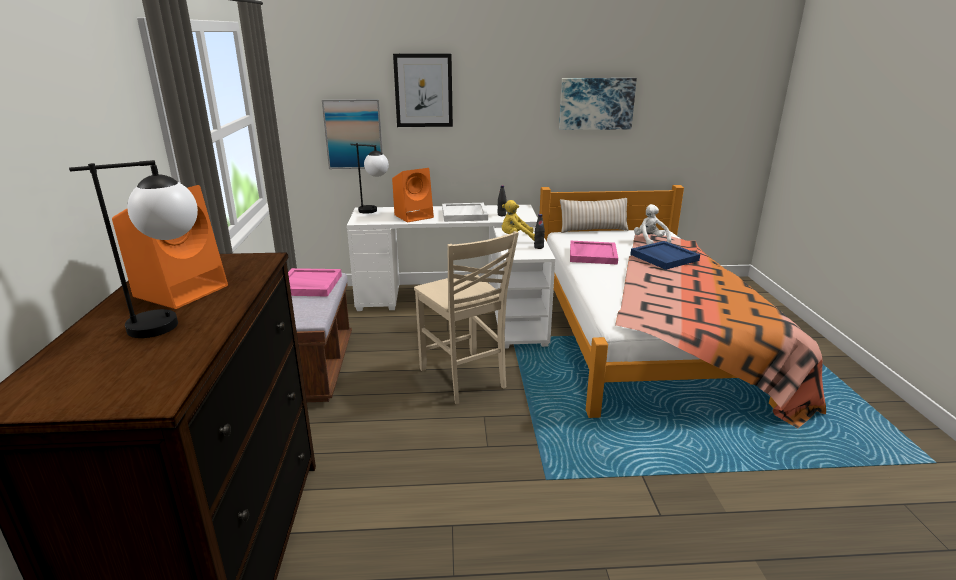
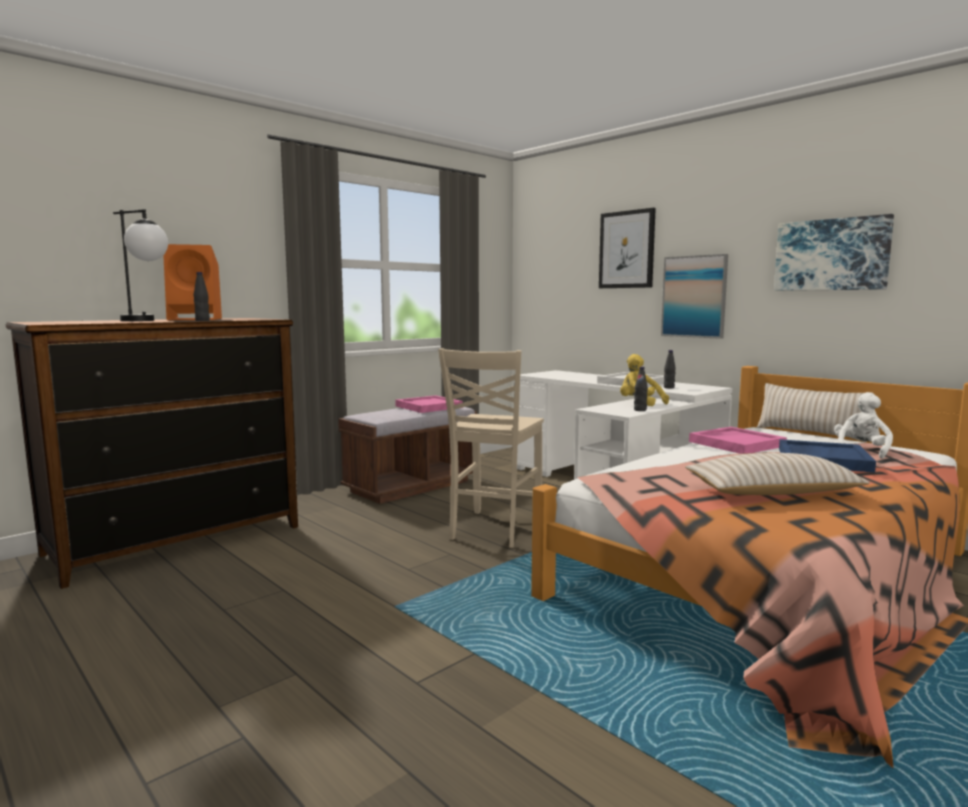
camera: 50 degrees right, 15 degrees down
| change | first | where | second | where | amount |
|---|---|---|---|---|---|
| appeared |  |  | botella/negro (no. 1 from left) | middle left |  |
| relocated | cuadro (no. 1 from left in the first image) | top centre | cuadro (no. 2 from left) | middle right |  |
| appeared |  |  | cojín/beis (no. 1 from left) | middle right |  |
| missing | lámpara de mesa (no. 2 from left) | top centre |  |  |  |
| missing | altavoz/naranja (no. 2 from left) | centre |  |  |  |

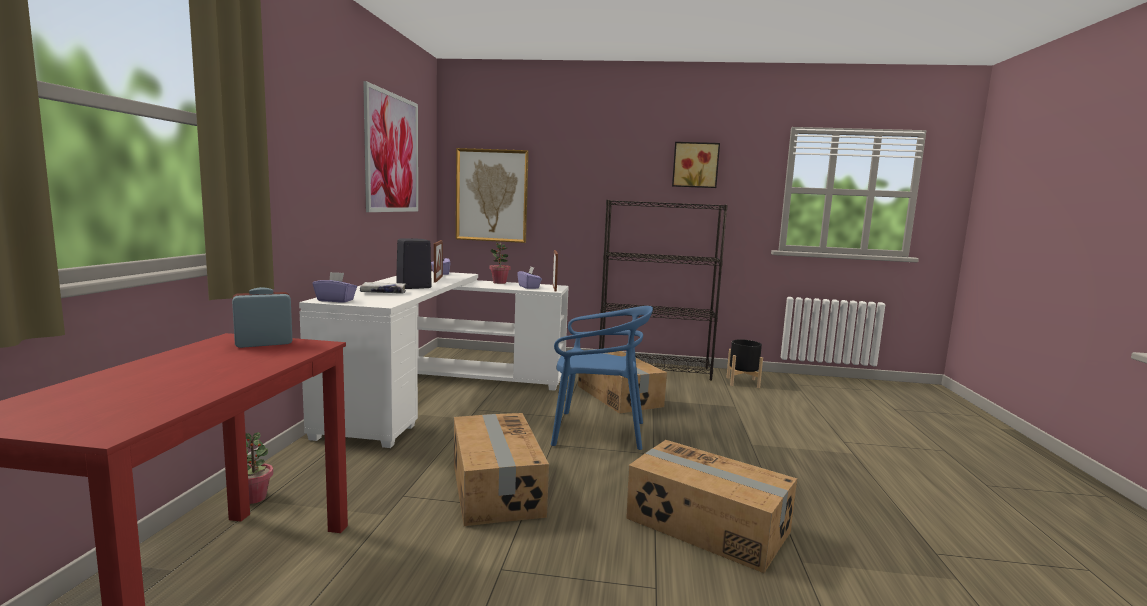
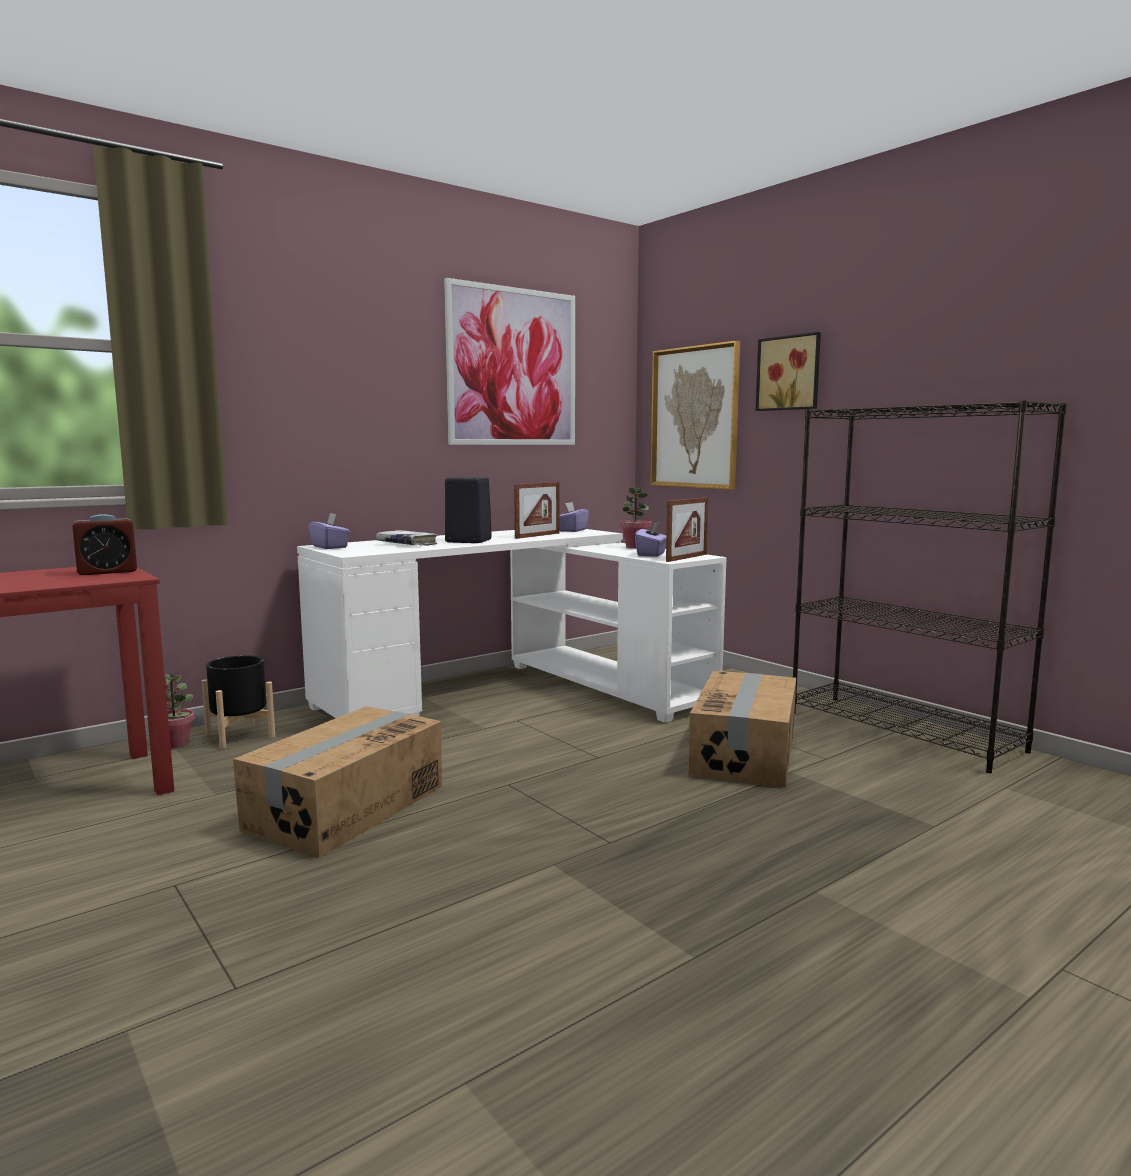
camera: 45 degrees right, 0 degrees up
| change | first | where | second | where | amount |
|---|---|---|---|---|---|
| spun | despertador | middle left |  | middle left | 135 degrees clockwise |
| relocated | maceta/negro | centre |  | middle left |  |
| relocated | cuadro (no. 3 from left) | top centre |  | top right |  |
| missing | silla/azul | centre |  |  |  |
| missing | caja de cartón (no. 3 from left) | bottom centre |  |  |  |

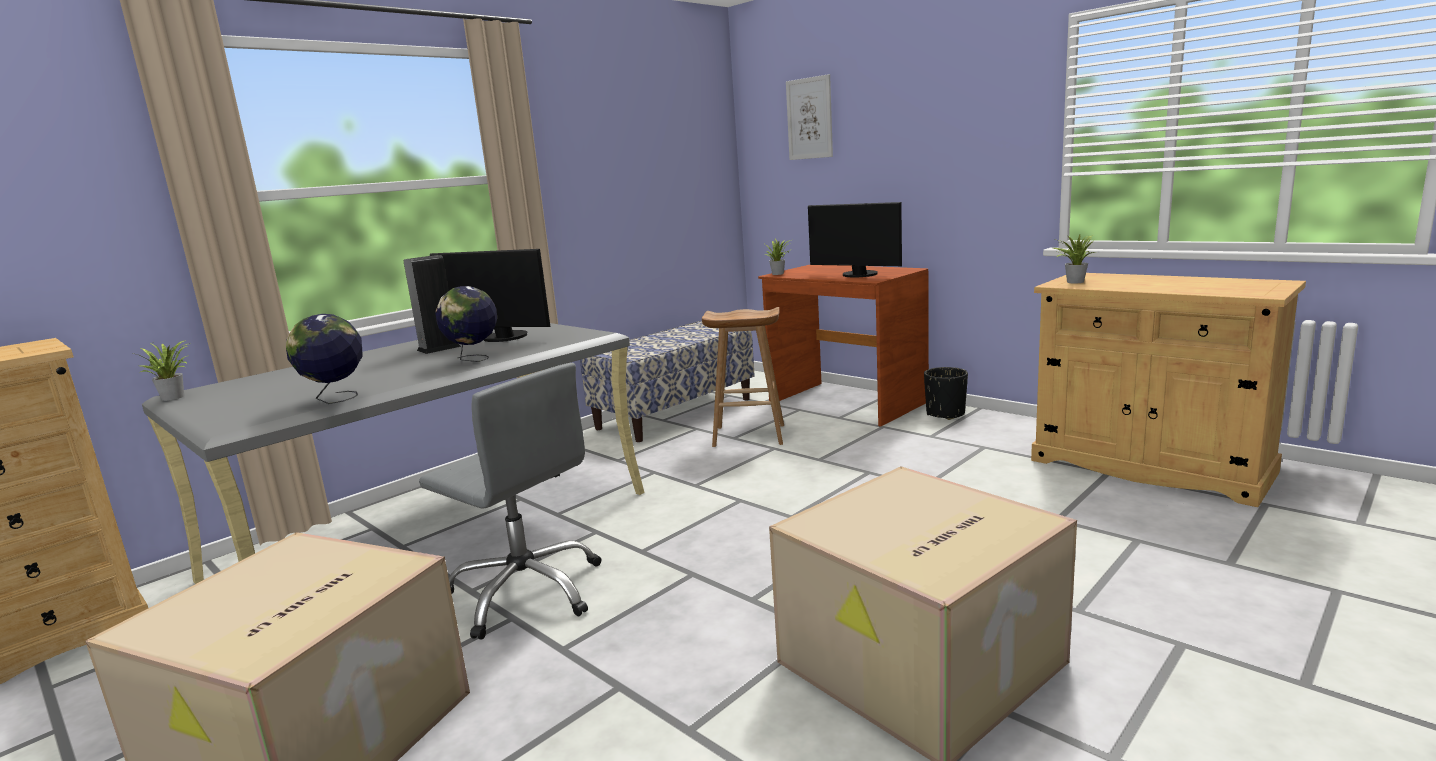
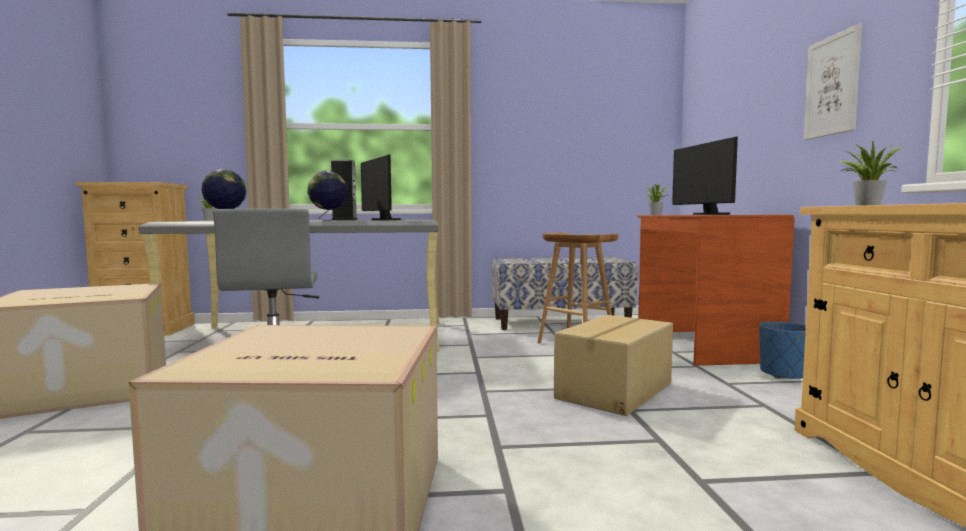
camera: 40 degrees right, 10 degrees down
| change | first | where | second | where | amount |
|---|---|---|---|---|---|
| appeared |  |  | caja de cartón (no. 3 from left) | bottom centre |  |
| colour | maceta/negro | centre | maceta/azul | middle right |  |
| relocated | cuadro | top centre |  | top right |  |

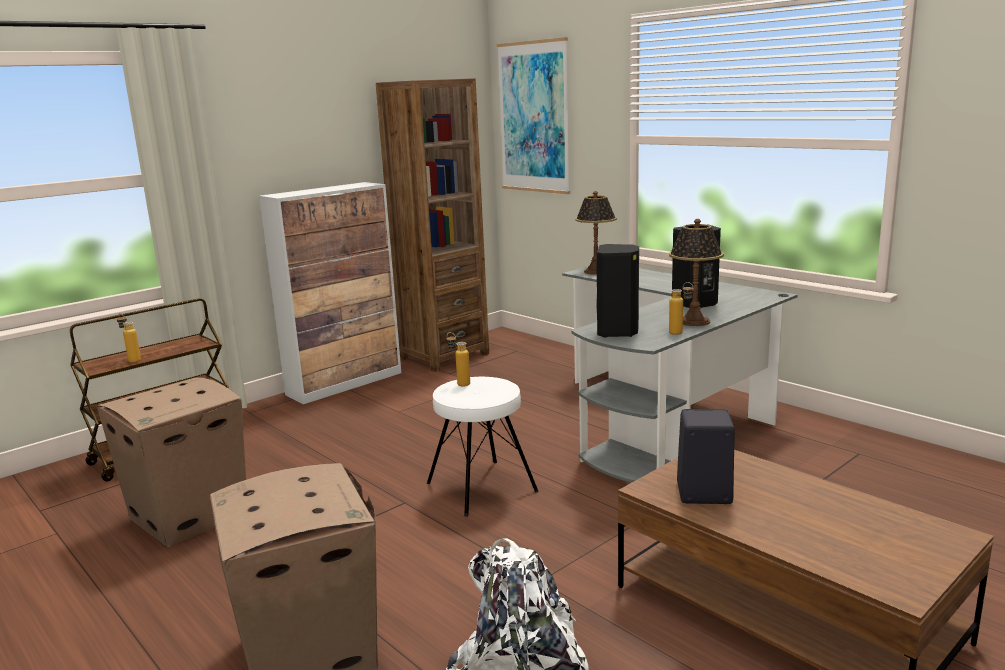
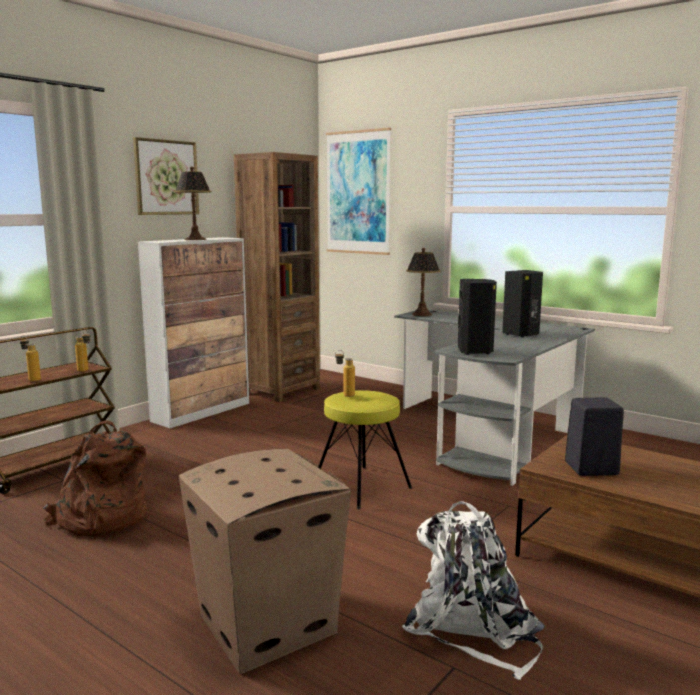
camera: 10 degrees left, 5 degrees down
| change | first | where | second | where | amount |
|---|---|---|---|---|---|
| exchanged | caja de cartón (no. 1 from left) | bottom left | mochila/marrón | bottom left |  |
| relocated | botella (no. 3 from left in the first image) | middle right | botella (no. 2 from left) | middle left |  |
| appeared |  |  | cuadro (no. 1 from left) | top left |  |
| relocated | lámpara de mesa (no. 2 from left in the first image) | middle right | lámpara de mesa (no. 1 from left) | top left |  |
| colour | taburete/blanco | bottom centre | taburete/amarillo | centre |  |

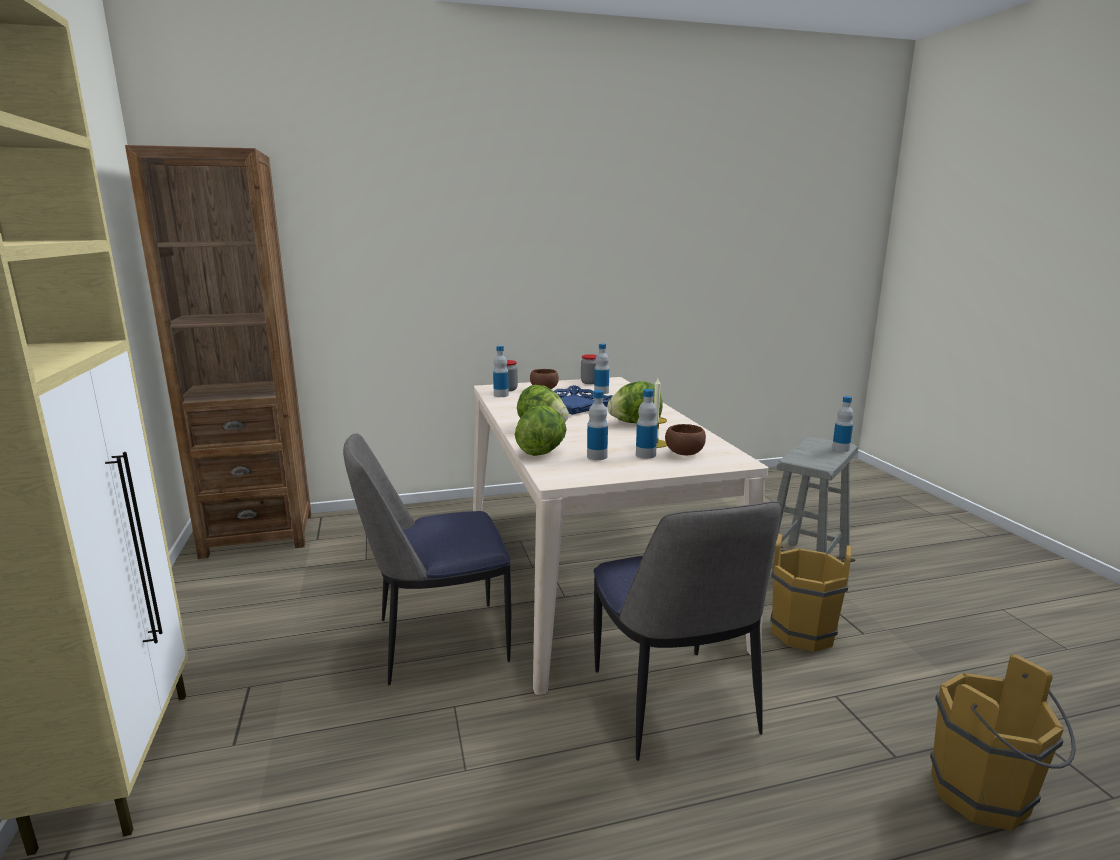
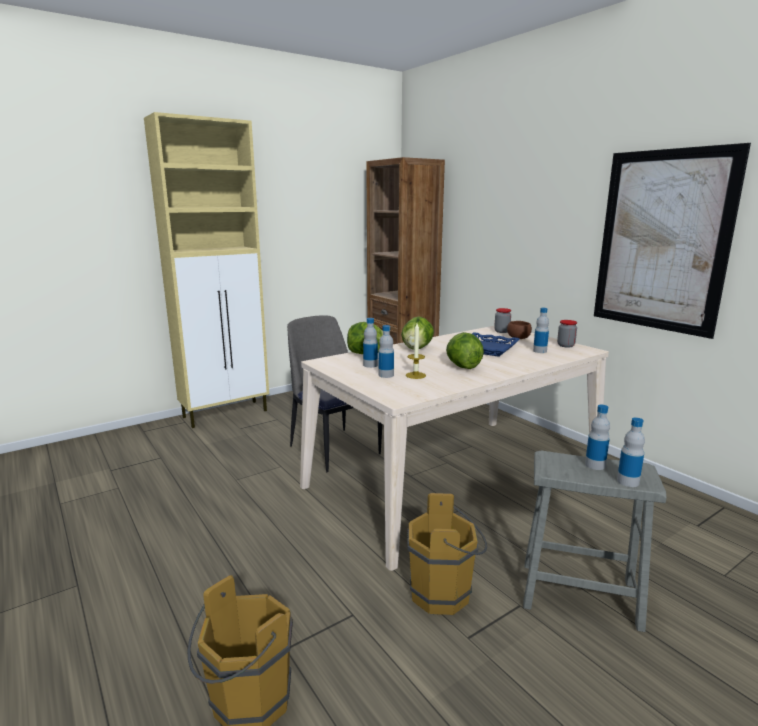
camera: 70 degrees right, 0 degrees up
| change | first | where | second | where | amount |
|---|---|---|---|---|---|
| relocated | botella (no. 1 from left in the first image) | centre | botella (no. 4 from left) | middle right |  |
| appeared |  |  | cuadro | top right |  |
| missing | silla (no. 2 from left) | bottom centre |  |  |  |
| missing | cuenco/marrón (no. 2 from left) | centre |  |  |  |

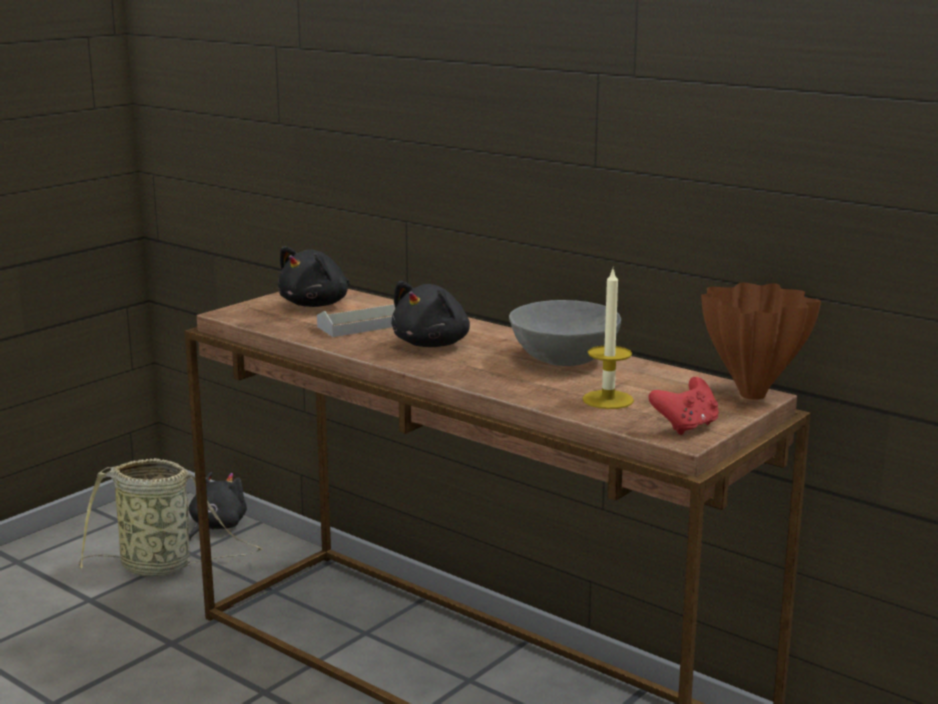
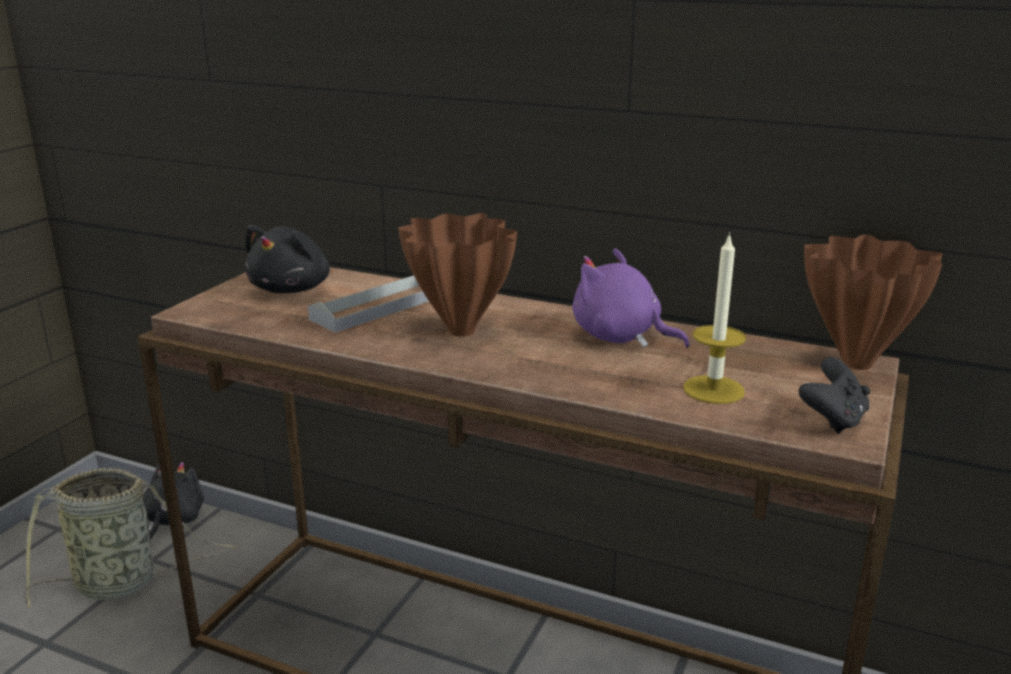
camera: 15 degrees left, 5 degrees up
| change | first | where | second | where | amount |
|---|---|---|---|---|---|
| exchanged | peluche/negro (no. 3 from left) | centre | florero/marrón (no. 1 from left) | centre |  |
| exchanged | cuenco/gris | centre | peluche/morado | centre |  |
| colour | mando de consola/rojo | middle right | mando de consola/negro | middle right |  |

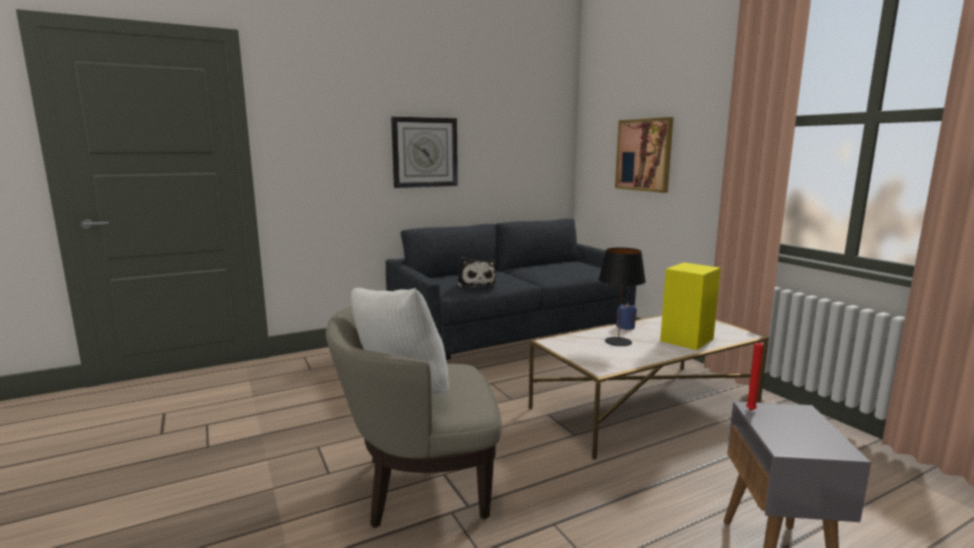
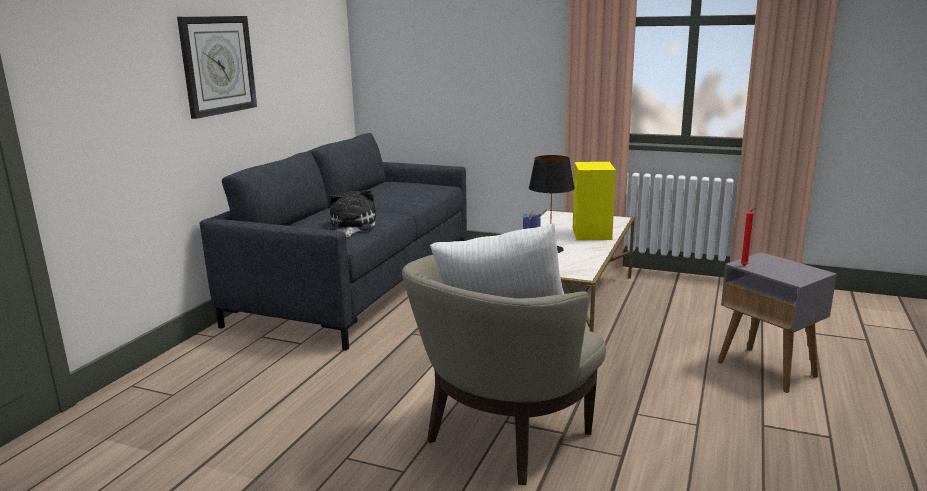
camera: 40 degrees left, 5 degrees up
| change | first | where | second | where | amount |
|---|---|---|---|---|---|
| spun | peluche | centre |  | centre | 120 degrees counterclockwise |
| missing | cuadro | top centre |  |  |  |

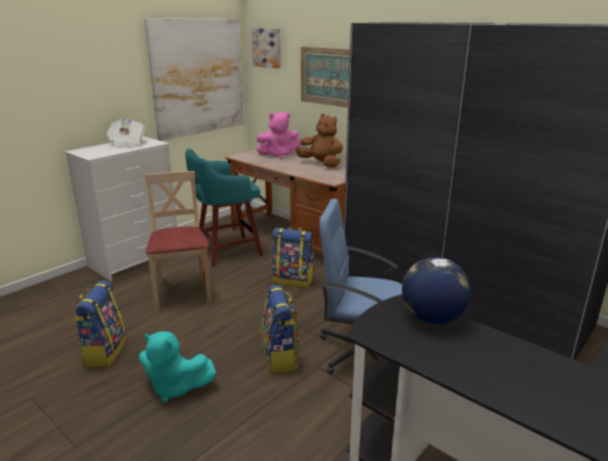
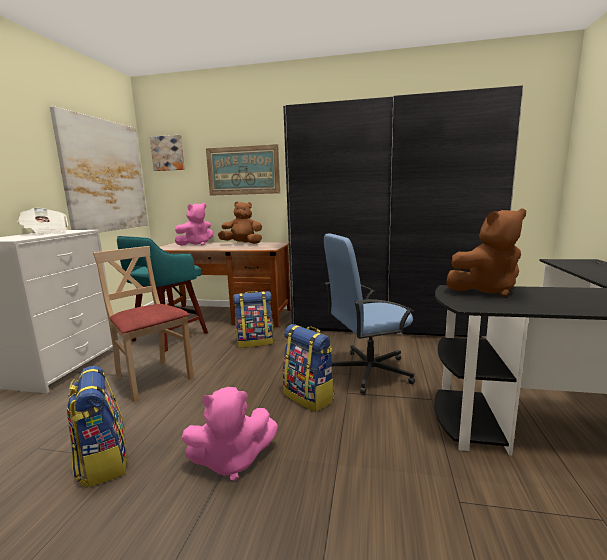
camera: 30 degrees left, 10 degrees down
| change | first | where | second | where | amount |
|---|---|---|---|---|---|
| colour | peluche/turquesa | bottom left | peluche/rosa (no. 2 from left) | bottom centre |  |
| exchanged | globo terráqueo | middle right | peluche/marrón (no. 2 from left) | middle right |  |

